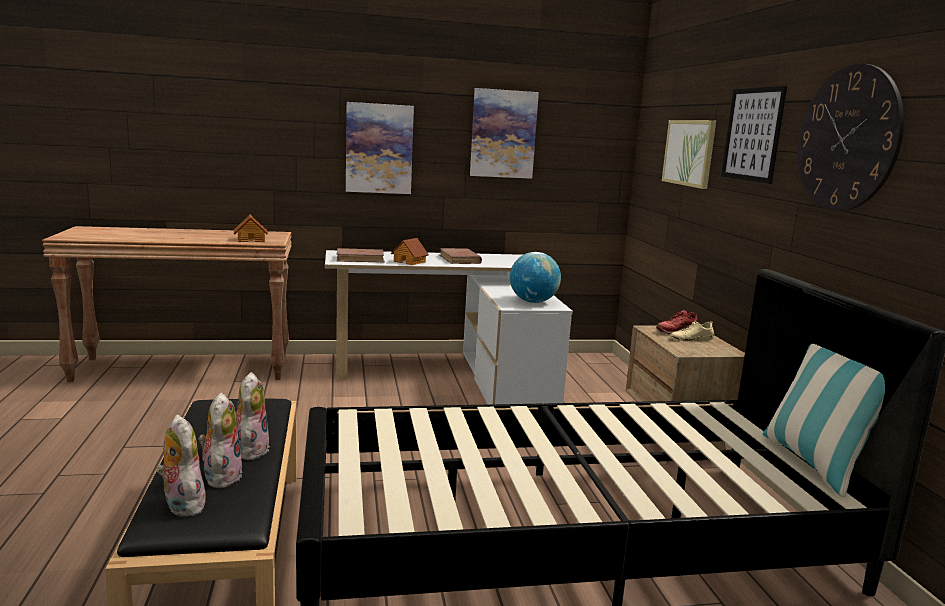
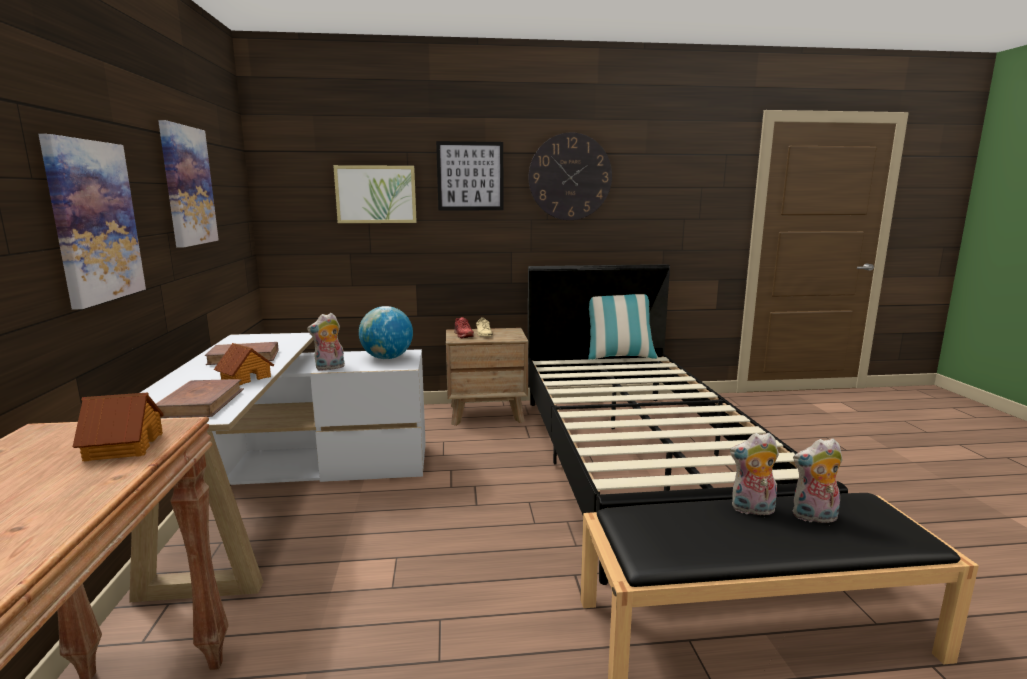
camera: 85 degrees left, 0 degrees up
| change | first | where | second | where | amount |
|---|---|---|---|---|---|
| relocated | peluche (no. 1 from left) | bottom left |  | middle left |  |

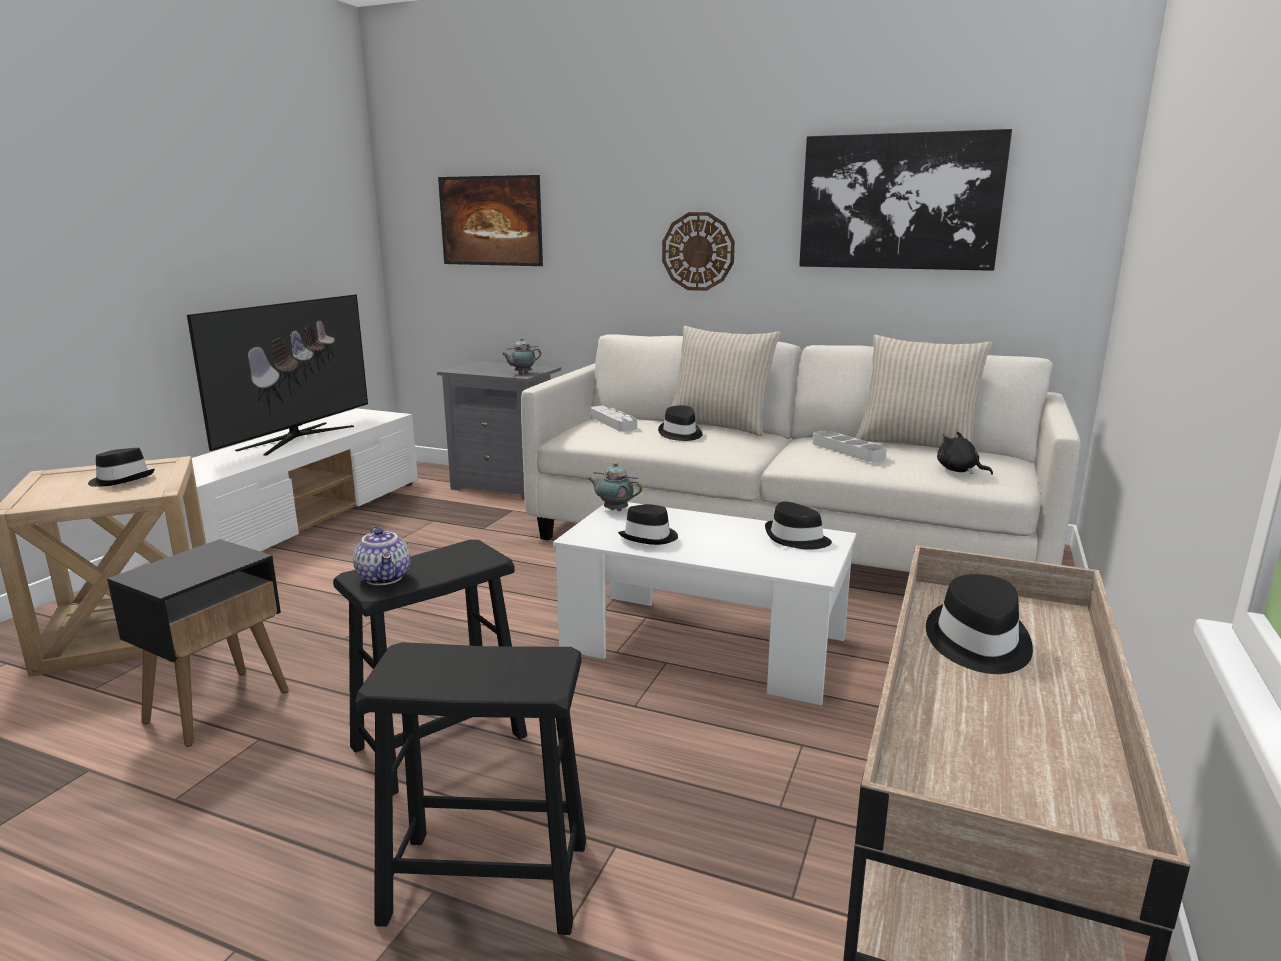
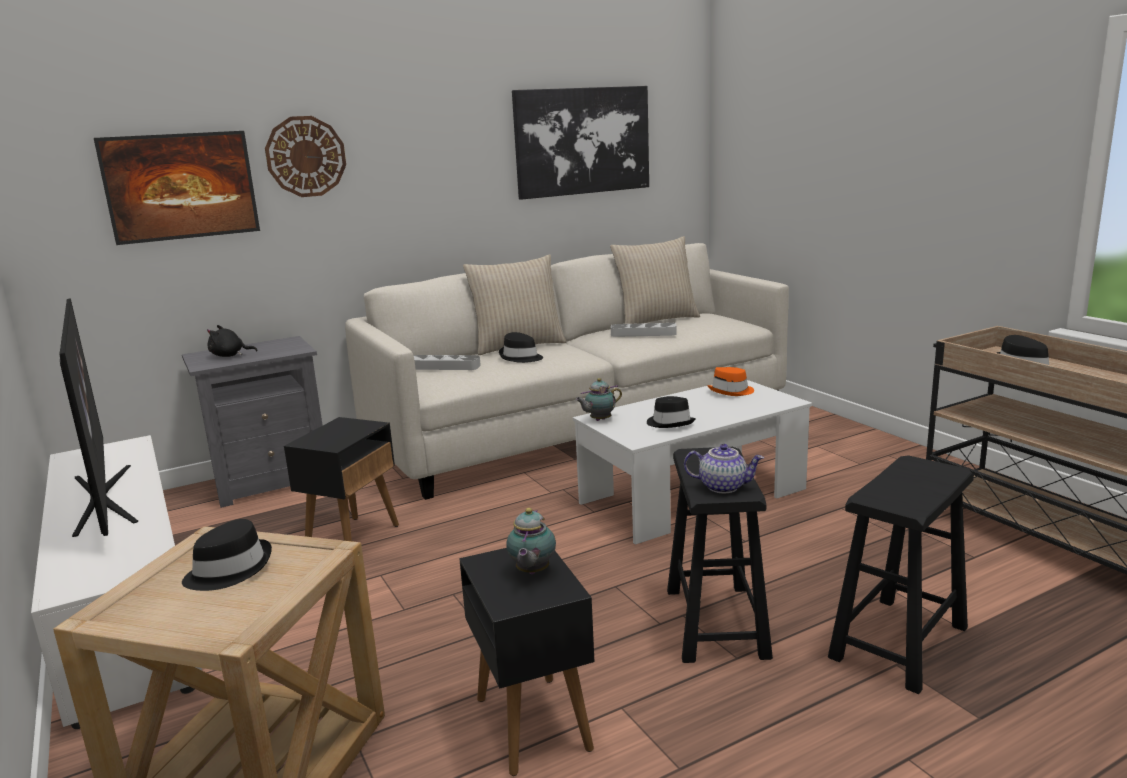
camera: 50 degrees left, 0 degrees up
| change | first | where | second | where | amount |
|---|---|---|---|---|---|
| relocated | peluche/negro | middle right |  | middle left |  |
| relocated | reloj de pared | top centre |  | top left |  |
| appeared |  |  | mesa auxiliar/negro (no. 1 from left) | middle left |  |
| relocated | tetera (no. 2 from left in the first image) | centre | tetera (no. 1 from left) | bottom centre |  |
| colour | sombrero/negro (no. 4 from left) | centre | sombrero/naranja | centre |  |

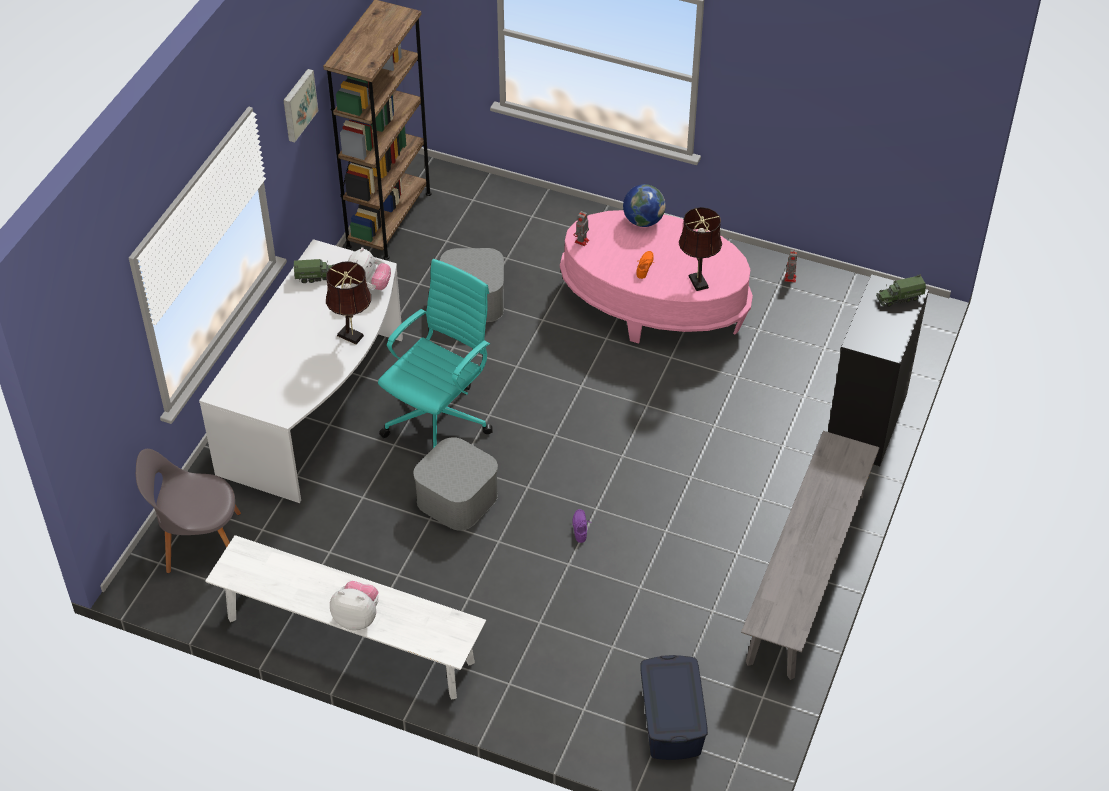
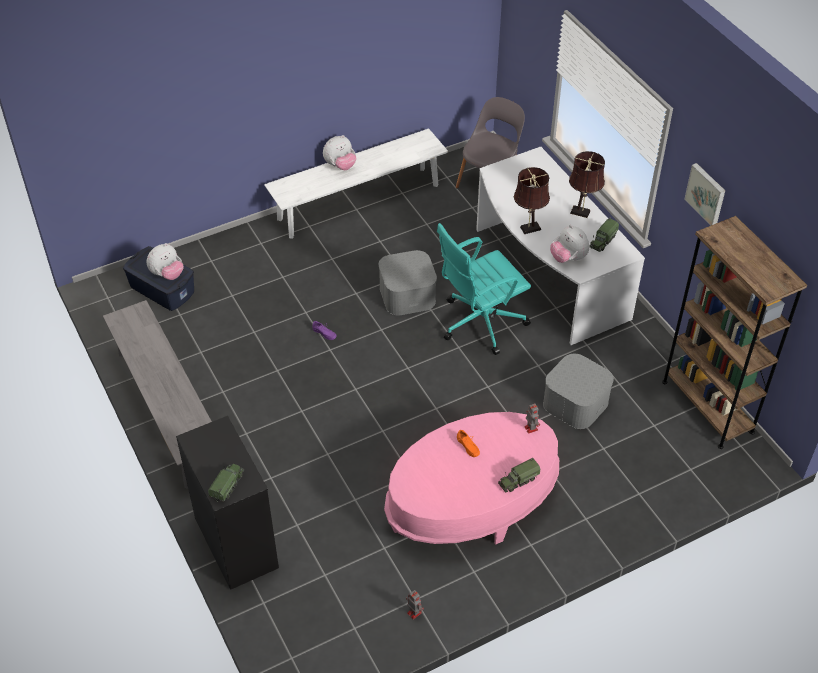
camera: 130 degrees right, 0 degrees up
| change | first | where | second | where | amount |
|---|---|---|---|---|---|
| appeared |  |  | peluche (no. 1 from left) | middle left |  |
| spun | silla de oficina/turquesa | centre |  | centre | 75 degrees clockwise |
| exchanged | globo terráqueo | top centre | camión de juguete (no. 2 from left) | bottom centre |  |
| relocated | lámpara de mesa/marrón (no. 2 from left) | top centre |  | top right |  |

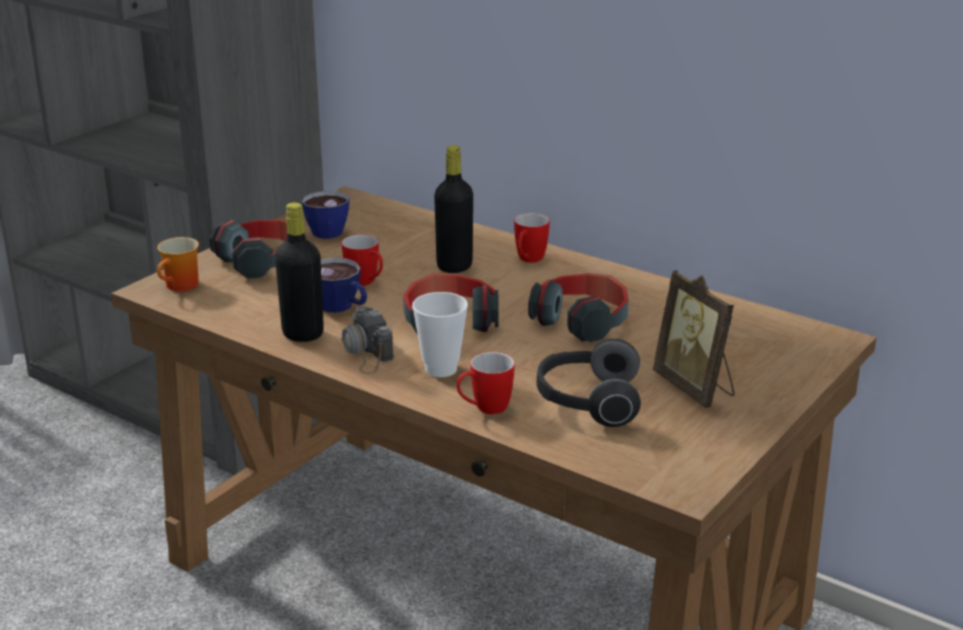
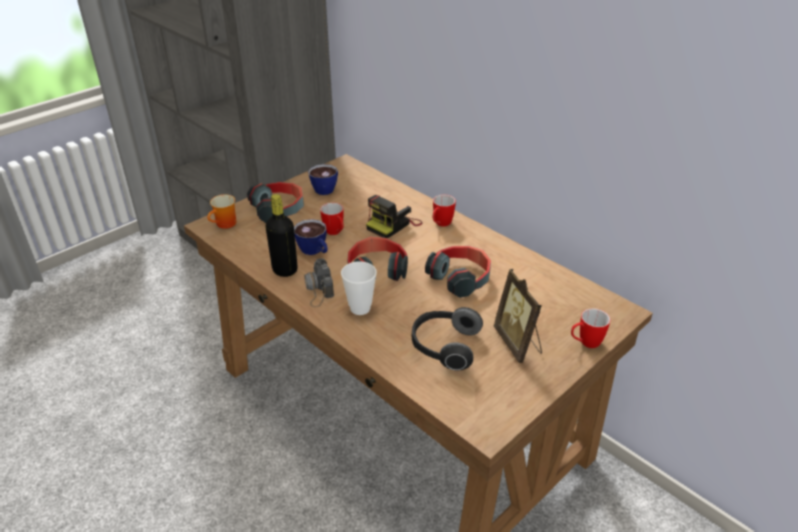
camera: 10 degrees right, 10 degrees up
| change | first | where | second | where | amount |
|---|---|---|---|---|---|
| exchanged | botella/negro (no. 2 from left) | top centre | cámara (no. 2 from left) | centre |  |
| relocated | taza grande (no. 3 from left in the first image) | centre | taza grande (no. 4 from left) | middle right |  |

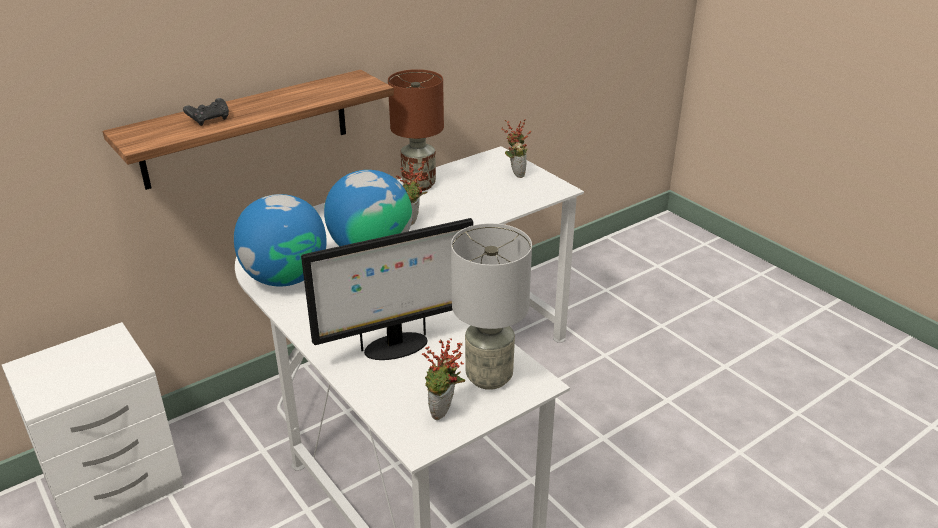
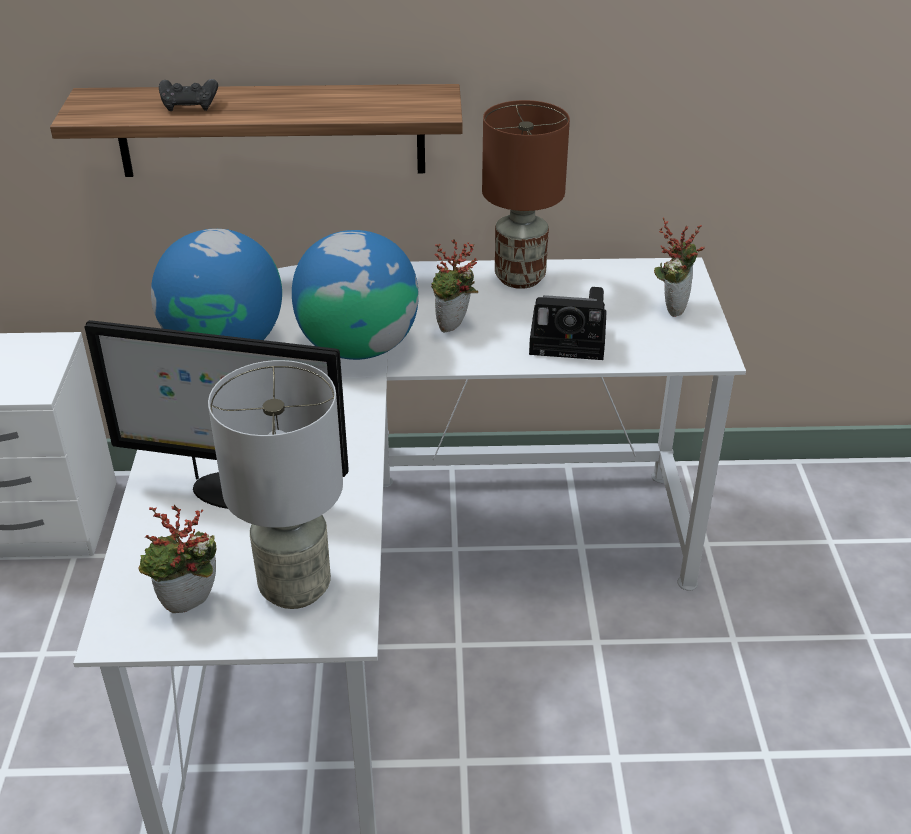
camera: 35 degrees right, 5 degrees up
| change | first | where | second | where | amount |
|---|---|---|---|---|---|
| appeared |  |  | cámara | centre |  |

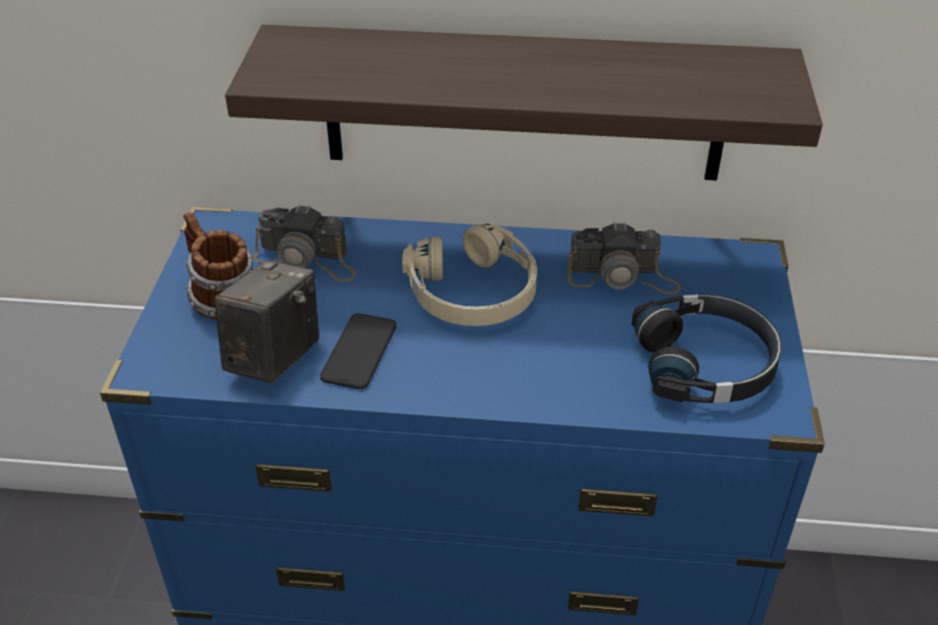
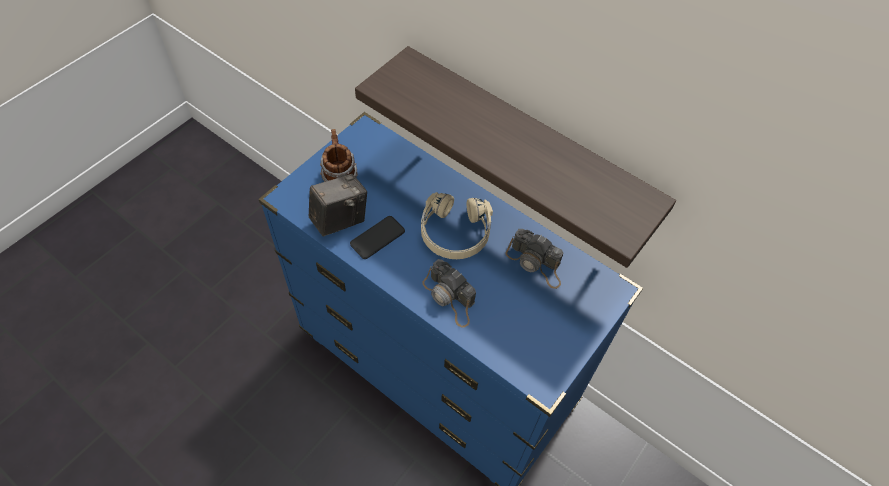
camera: 30 degrees right, 15 degrees up
| change | first | where | second | where | amount |
|---|---|---|---|---|---|
| relocated | cámara (no. 2 from left) | middle left |  | centre |  |
| missing | auriculares/negro | middle right |  |  |  |

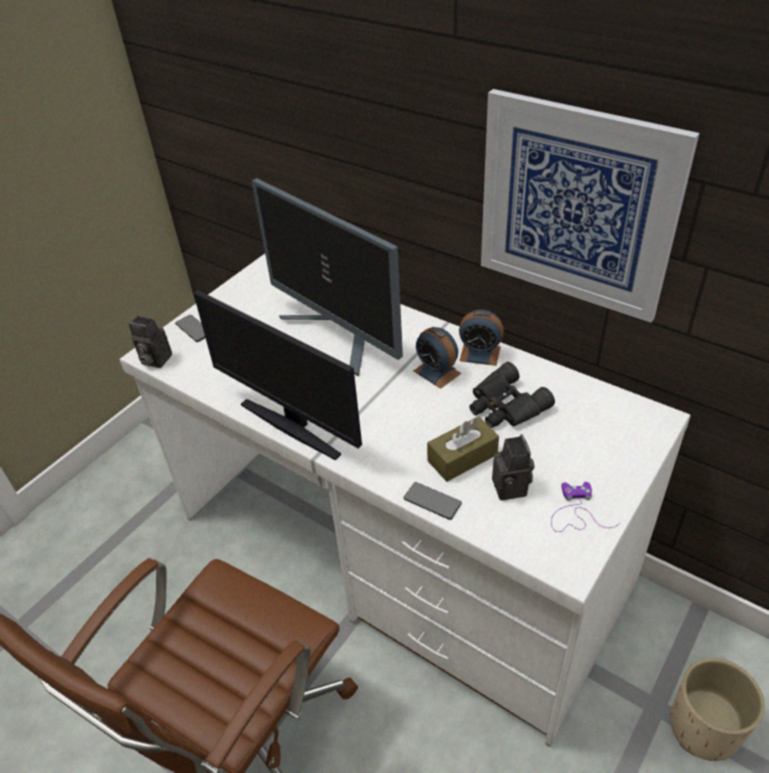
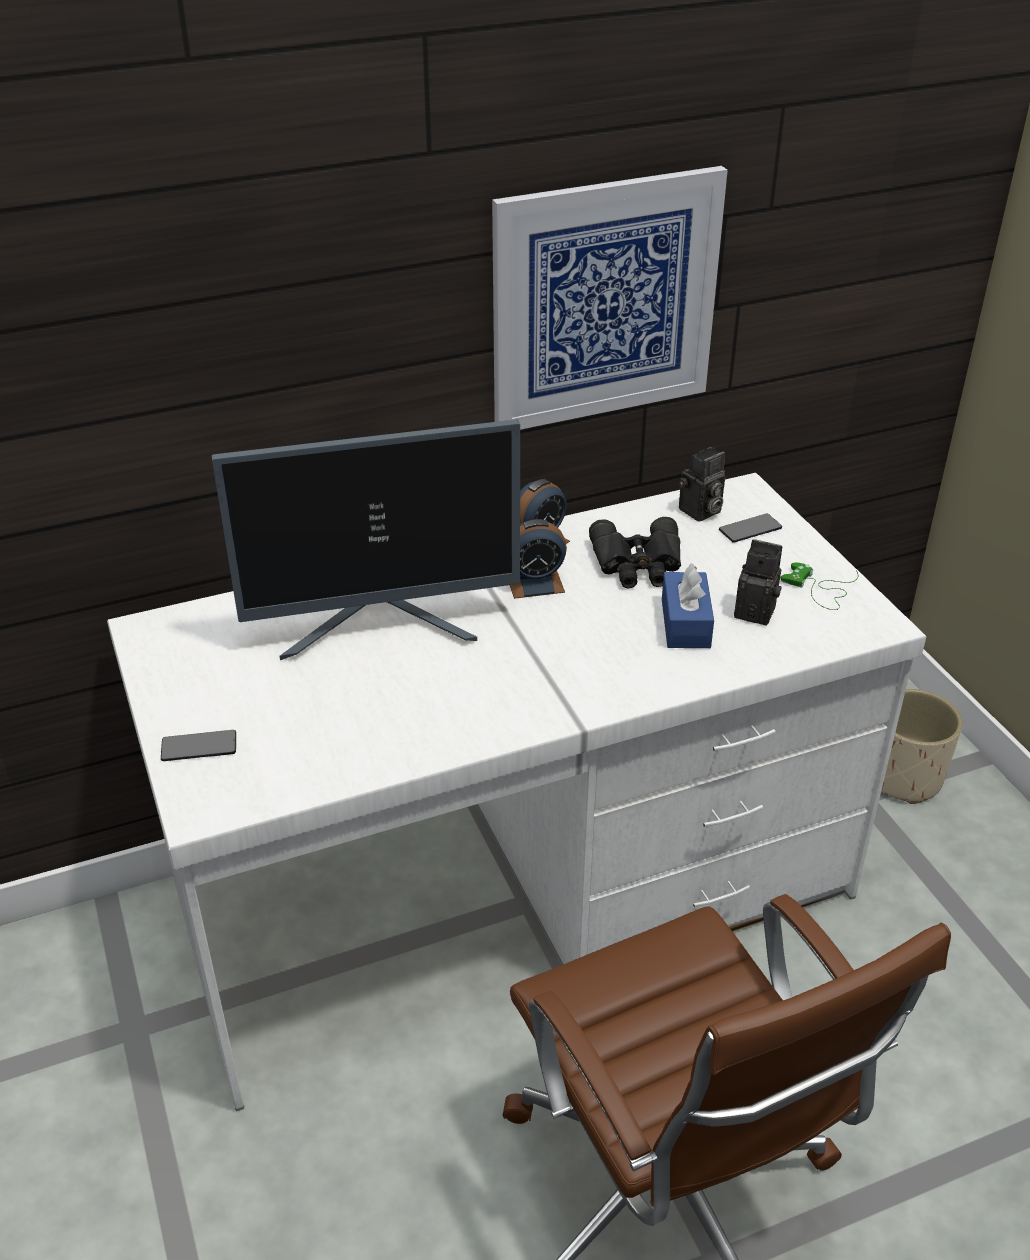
camera: 60 degrees left, 5 degrees down
| change | first | where | second | where | amount |
|---|---|---|---|---|---|
| colour | caja de pañuelos/marrón | centre | caja de pañuelos/azul | middle right |  |
| relocated | cámara (no. 1 from left) | middle left |  | middle right |  |
| relocated | móvil (no. 2 from left) | centre |  | middle right |  |
| colour | mando de consola/morado | middle right | mando de consola/verde | middle right |  |
| missing | monitor (no. 1 from left) | centre |  |  |  |

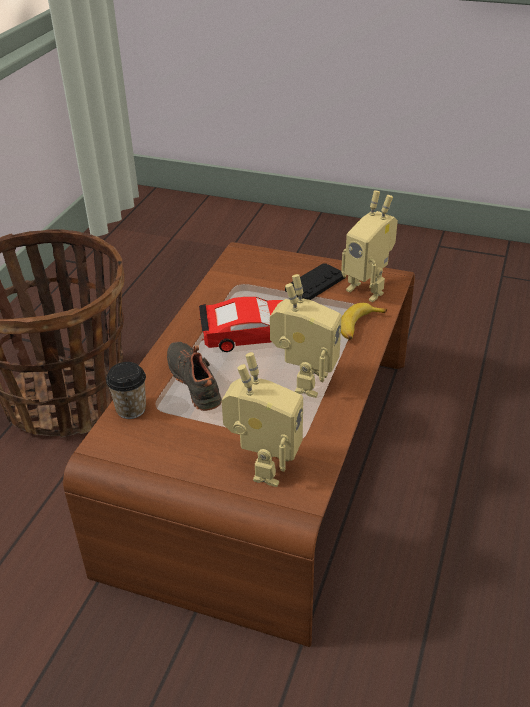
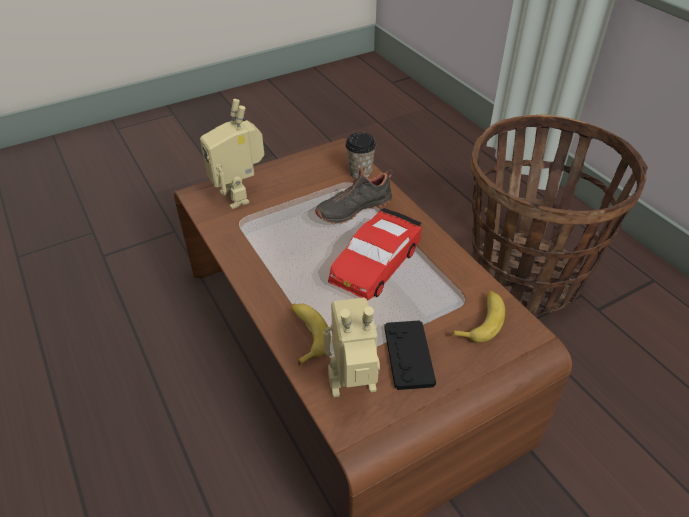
camera: 130 degrees right, 5 degrees up
| change | first | where | second | where | amount |
|---|---|---|---|---|---|
| spun | zapato/negro | centre |  | centre | 135 degrees clockwise |
| appeared |  |  | plátano (no. 2 from left) | middle right |  |
| missing | robot de juguete (no. 2 from left) | centre |  |  |  |

